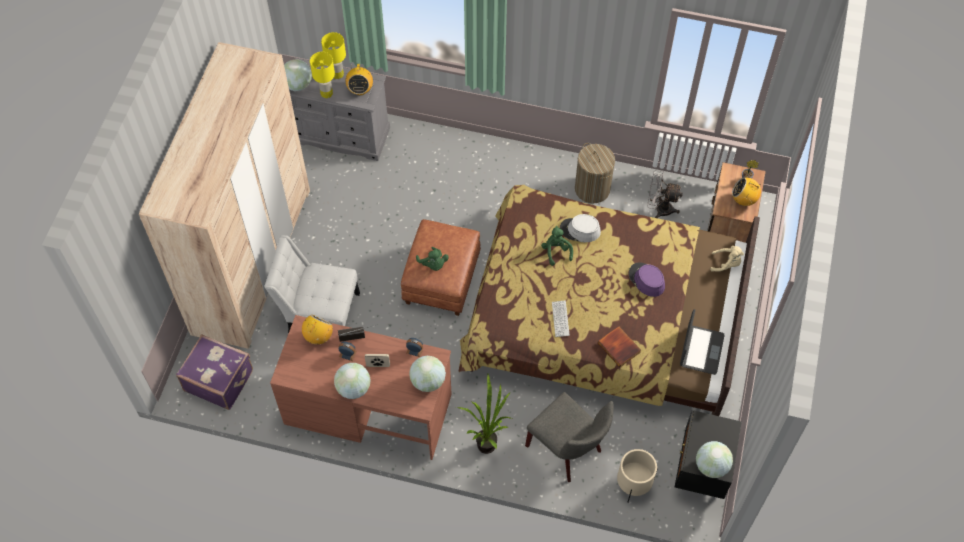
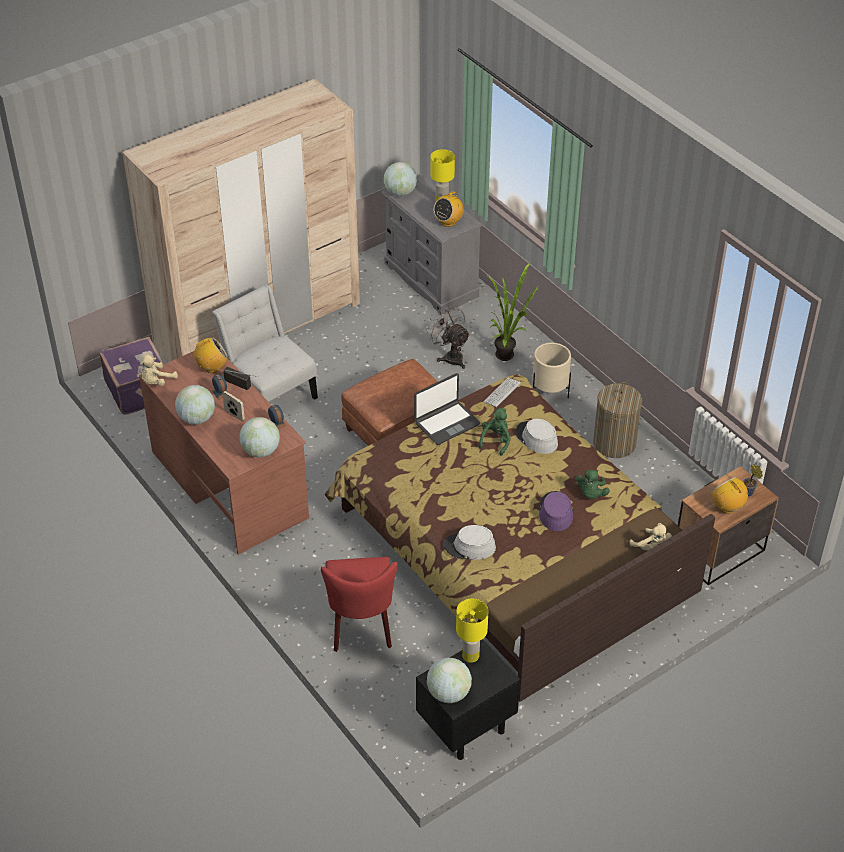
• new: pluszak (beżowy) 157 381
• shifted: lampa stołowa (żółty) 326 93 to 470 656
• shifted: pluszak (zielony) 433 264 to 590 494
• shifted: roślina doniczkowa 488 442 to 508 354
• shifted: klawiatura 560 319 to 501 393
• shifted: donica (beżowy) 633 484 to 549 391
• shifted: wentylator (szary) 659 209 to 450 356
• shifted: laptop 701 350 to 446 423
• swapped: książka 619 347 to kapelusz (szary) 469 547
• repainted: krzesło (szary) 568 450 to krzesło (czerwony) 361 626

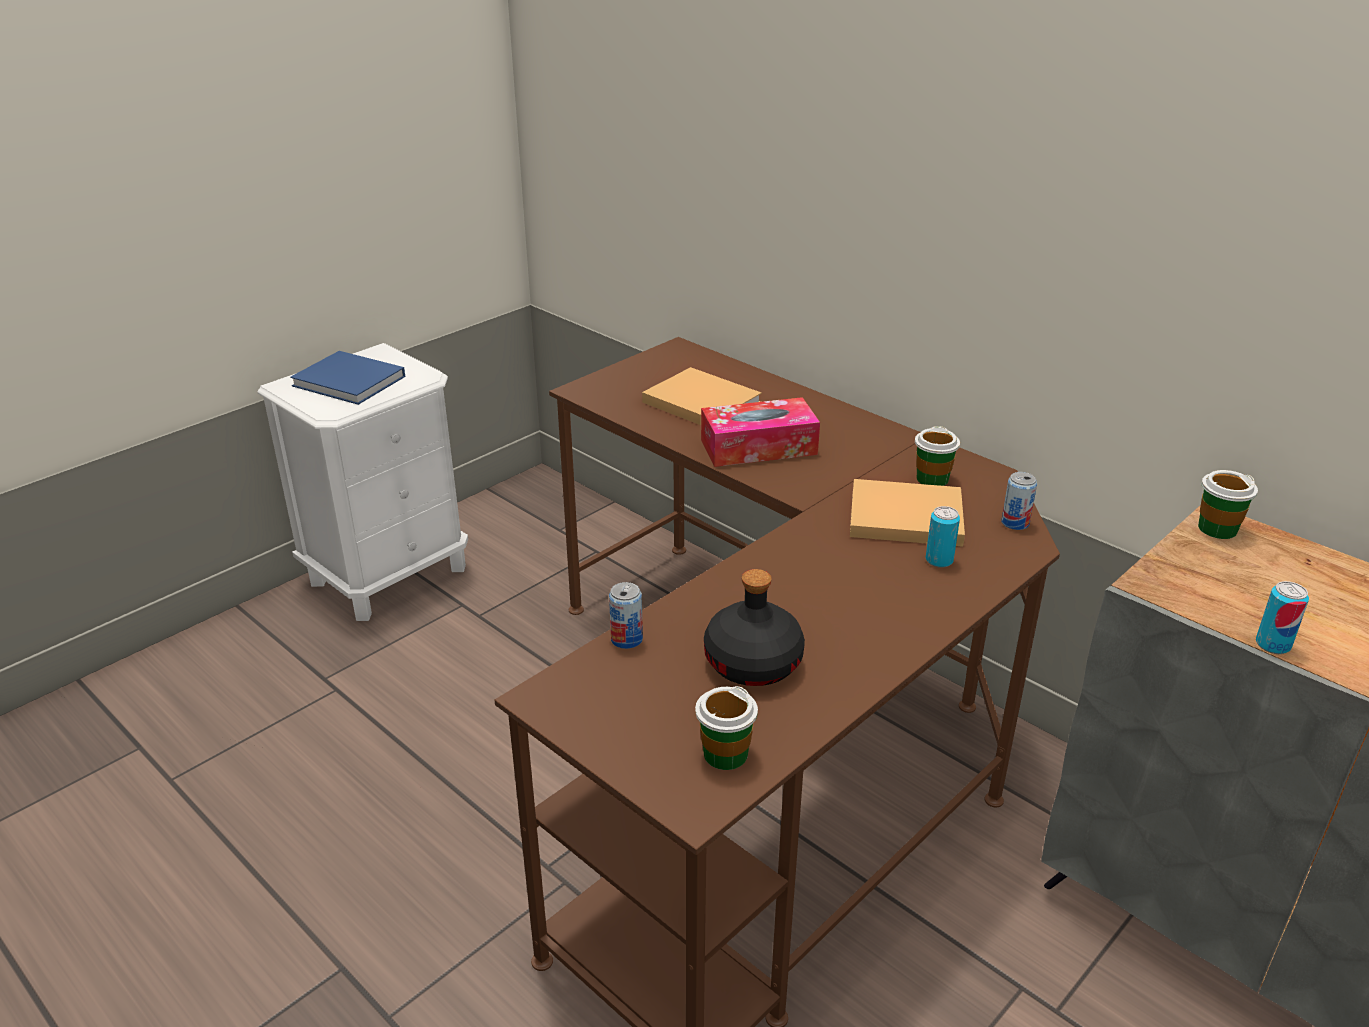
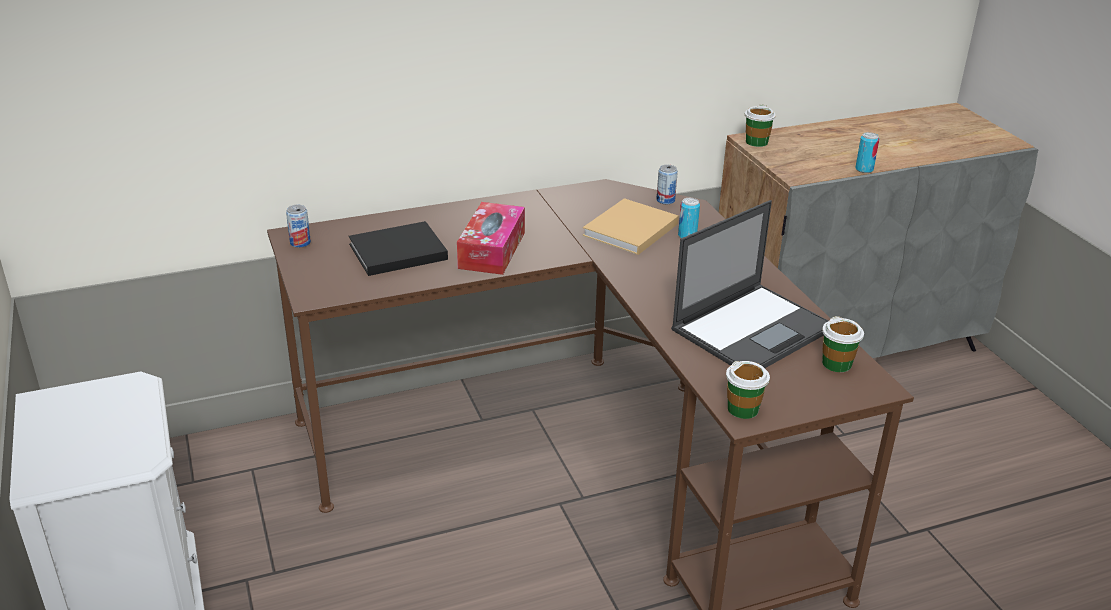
• gone: książka (niebieski) 351 382
• shifted: puszka 626 639 to 300 243
• shifted: filiżanka 932 479 to 743 409
• swapped: butelka (czarny) 754 663 to laptop 753 328
• repainted: książka (beżowy) 699 401 to książka (czarny) 395 252

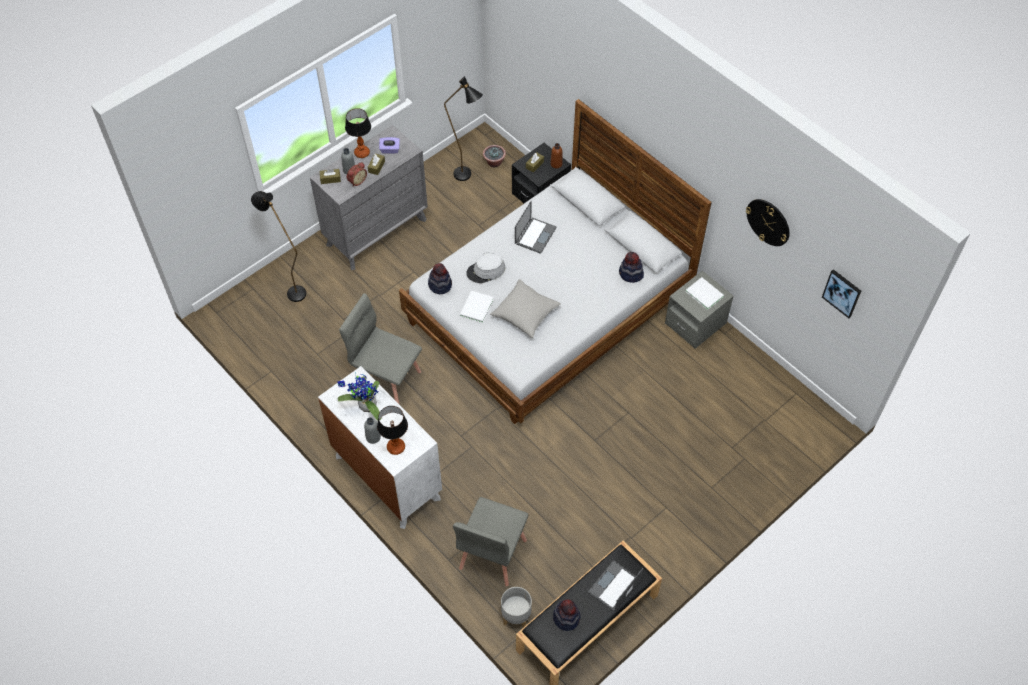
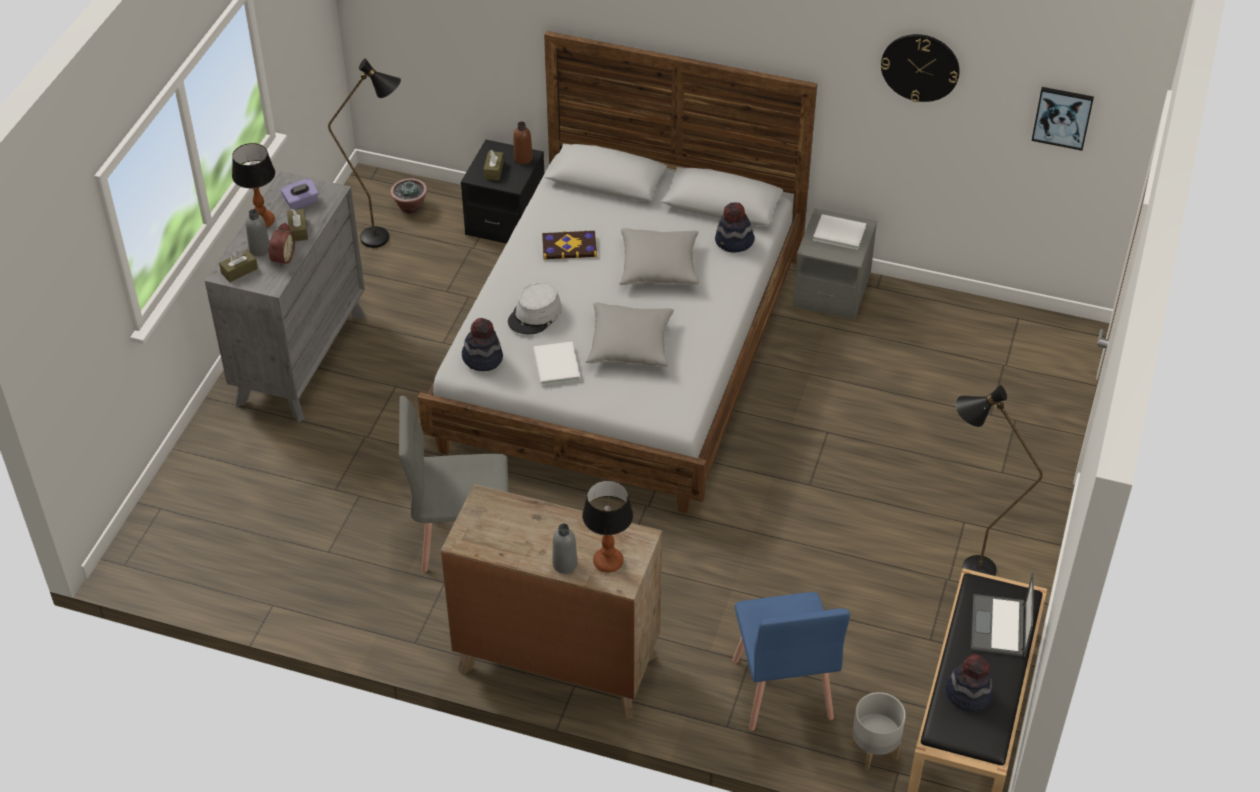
• gone: roślina doniczkowa 365 407
• new: poduszka (szary) 659 267
• shifted: lampa stojąca (czarny) 291 290 to 965 568
• swapped: laptop 535 235 to książka 569 246
• repainted: komoda (biały) 387 477 to komoda (brązowy) 557 663
• repainted: krzesło (szary) 492 554 to krzesło (niebieski) 781 690

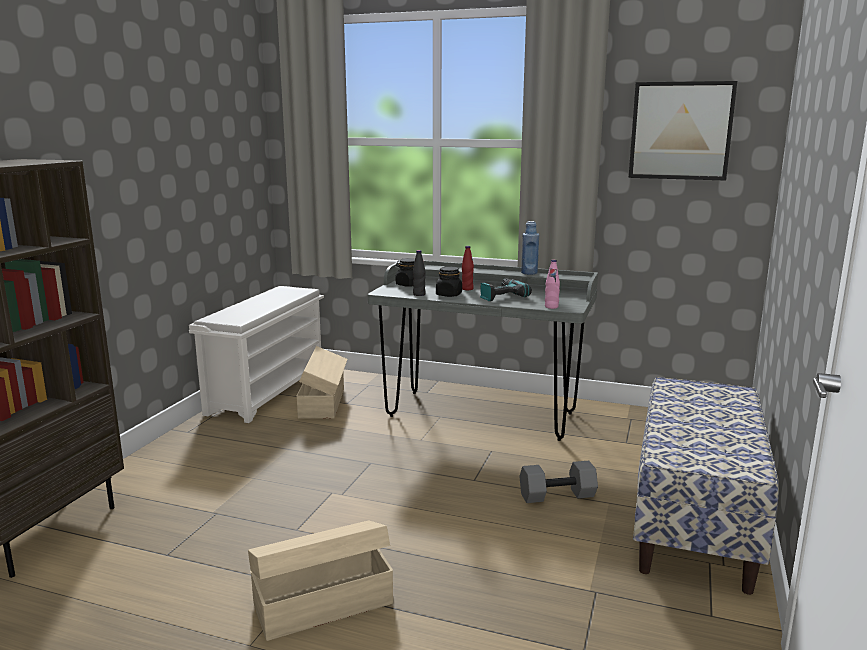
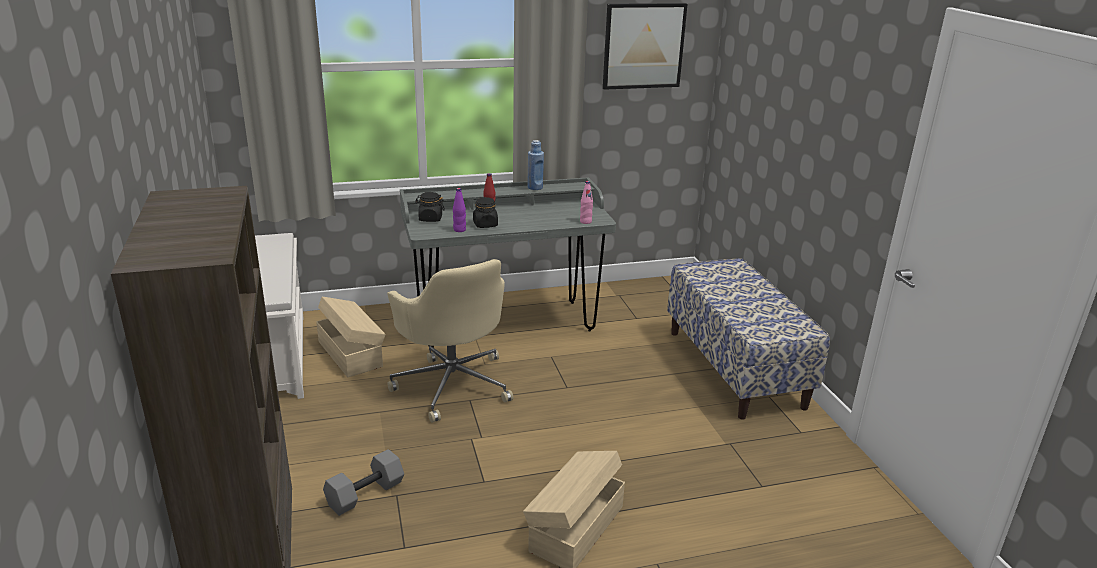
• gone: wiertarka 501 296
• new: krzesło biurowe (beżowy) 453 384
• shifted: hantel (szary) 557 495 to 365 493
• repainted: butelka (czarny) 419 294 to butelka (fioletowy) 459 230

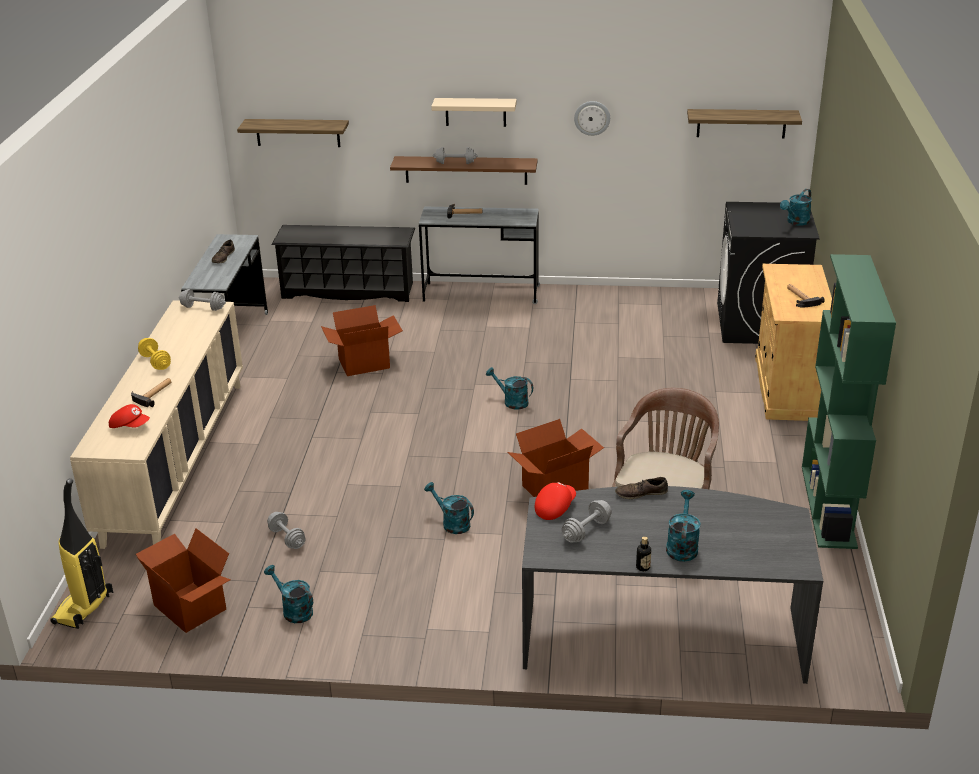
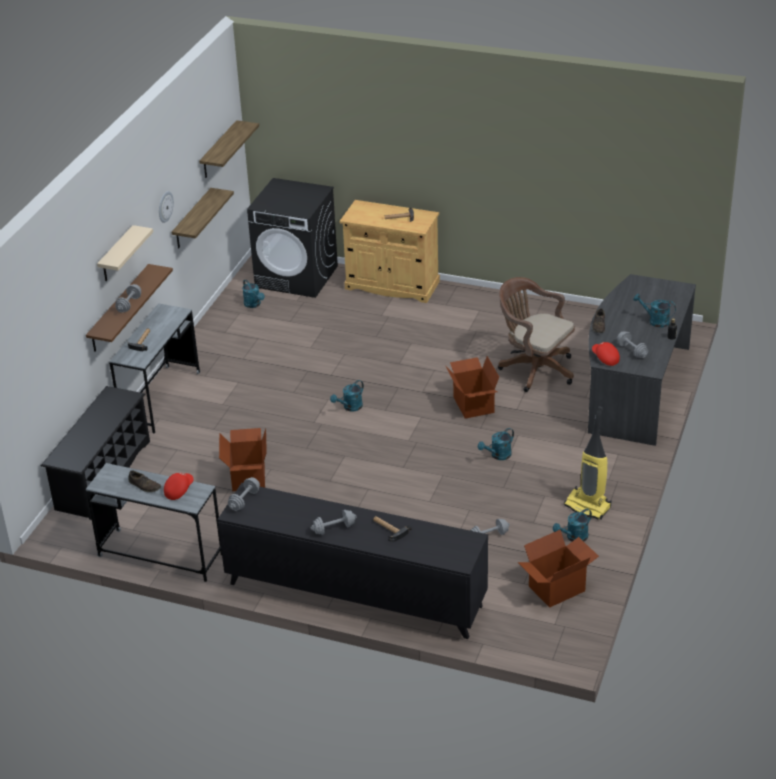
• gone: regał (zielony) 829 506
• shifted: odkurzacz 84 609 to 588 506
• shifted: czapka z daszkiem (czerwony) 130 426 to 178 490
• shifted: półka 297 132 to 192 219
• shifted: konewka (turkusowy) 796 222 to 254 304
• repainted: szafka (beżowy) 175 460 to szafka (czarny) 355 595
• repainted: hantel (żółty) 155 362 to hantel (szary) 334 528

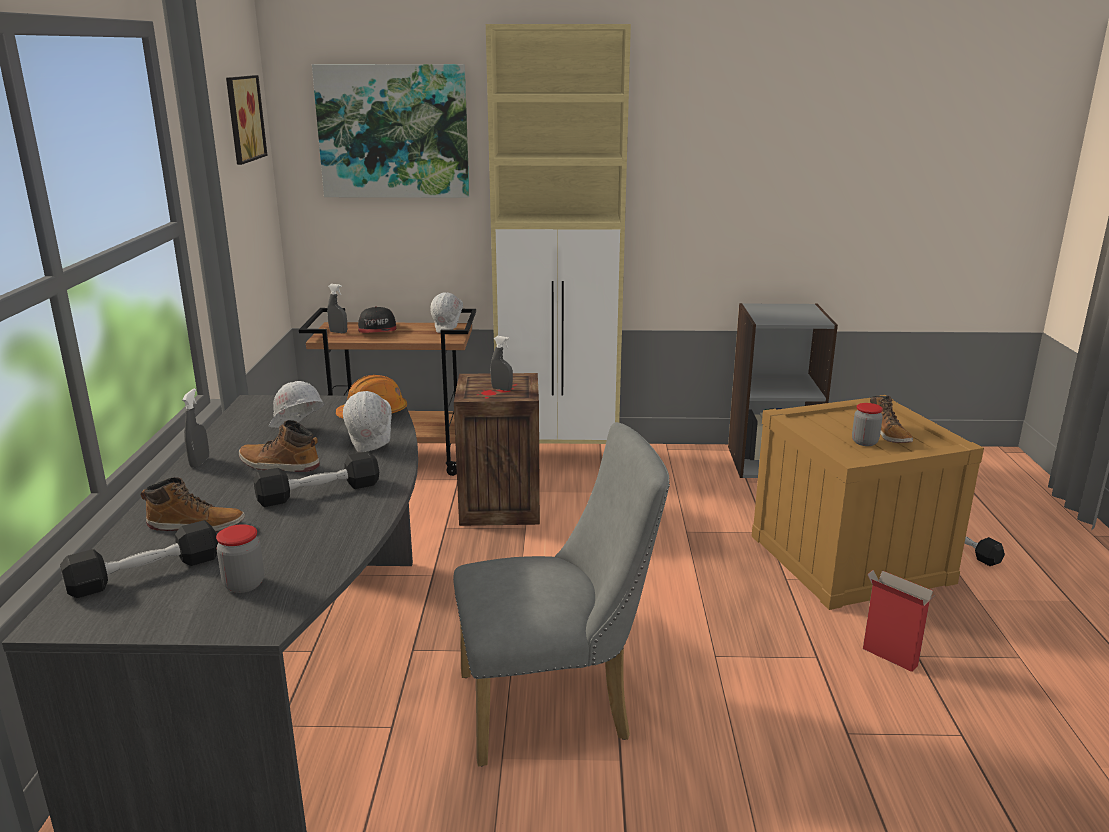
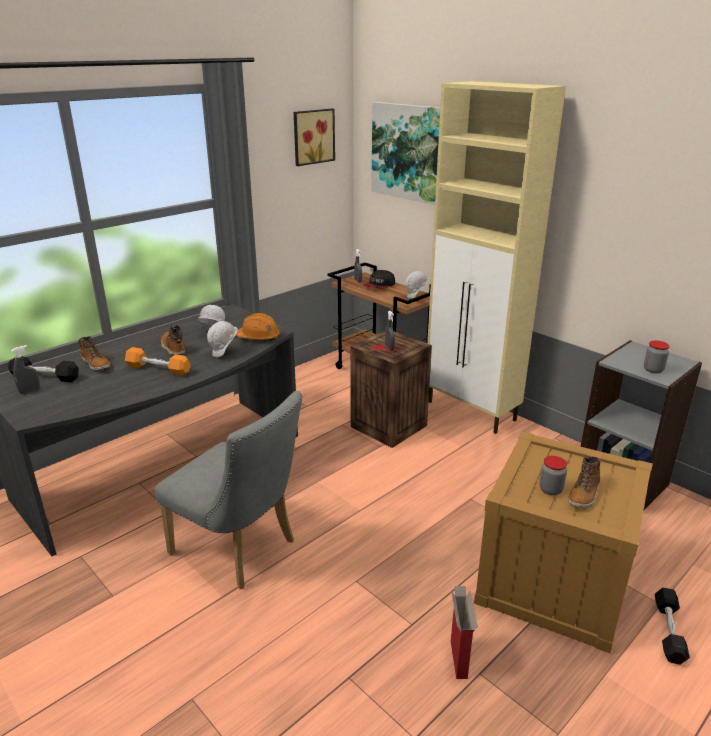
• shifted: spryskiwacz (szary) 199 463 to 30 391
• shifted: słoik 244 584 to 653 370
• repainted: hantel (czarny) 319 492 to hantel (pomarańczowy) 158 369

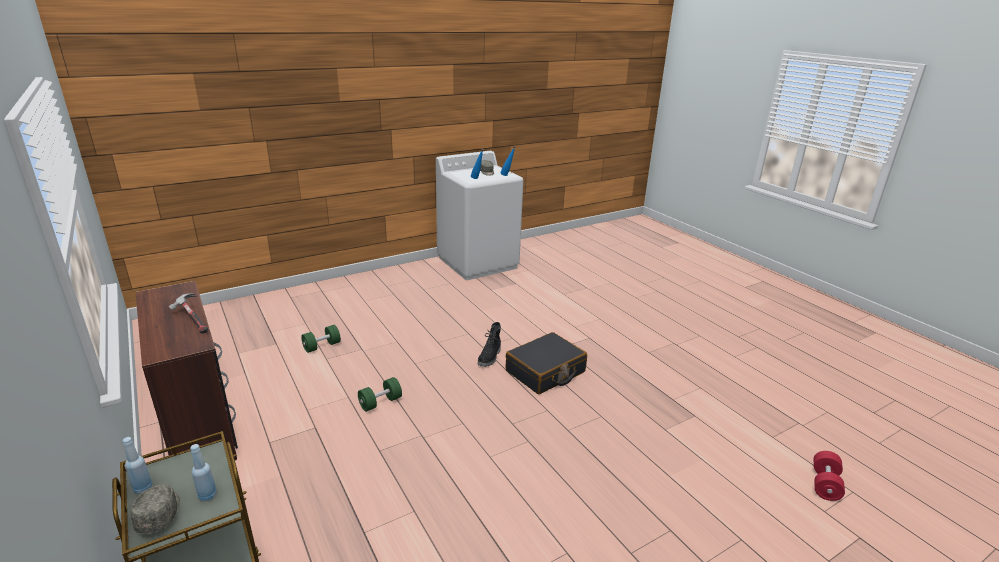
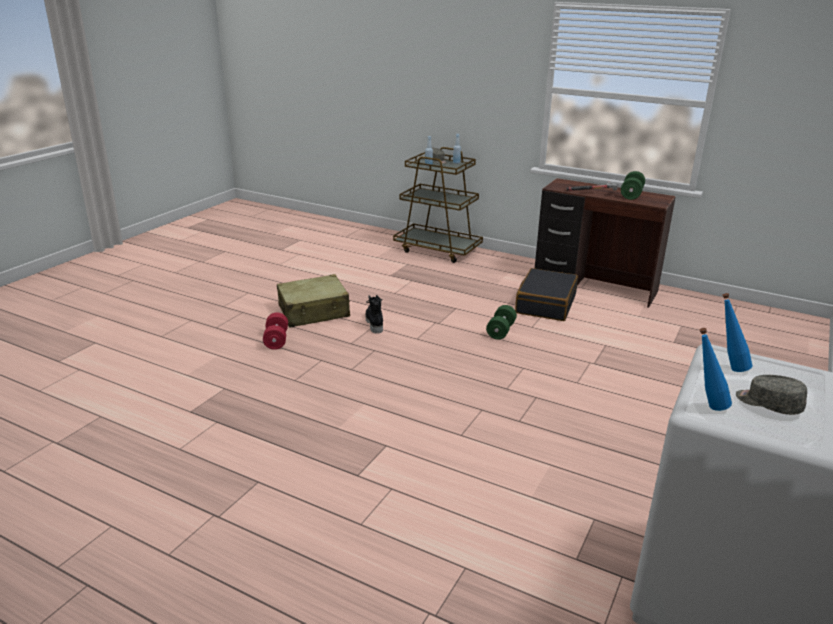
• new: walizka (beżowy) 314 312
• shifted: hantel (zielony) 322 346 to 631 195
• shifted: but z cholewką (czarny) 490 357 to 374 322
• shifted: walizka (czarny) 545 372 to 545 304
• shifted: hantel (czerwony) 825 484 to 276 340

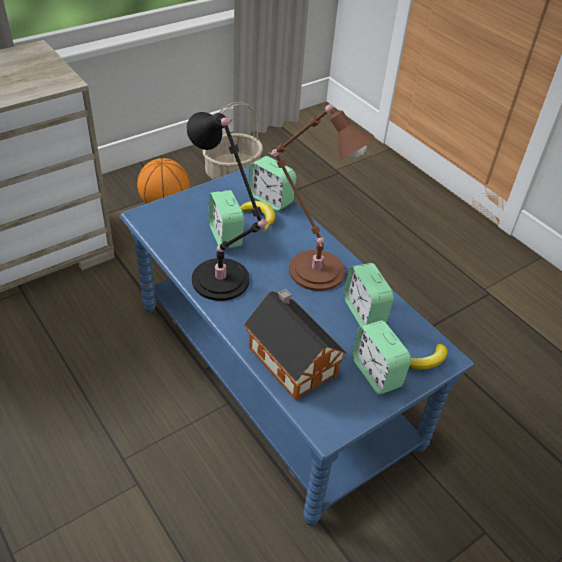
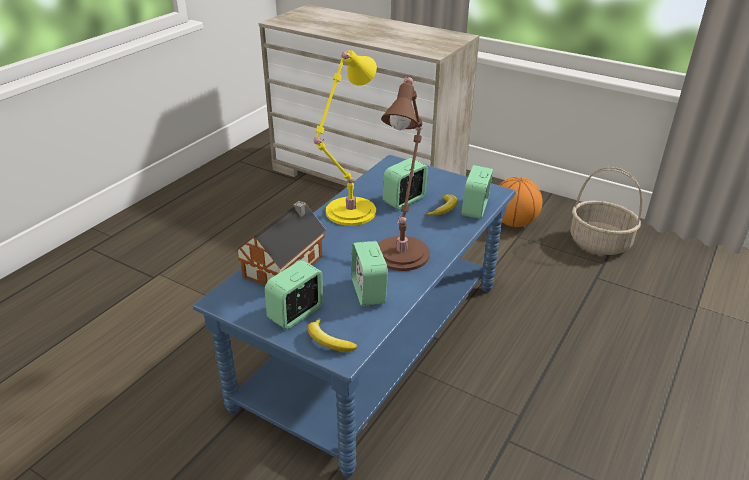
• repainted: lampa stołowa (czarny) 223 283 to lampa stołowa (żółty) 348 214
• rotated: budzik 364 312 = 368 292 60 degrees counterclockwise

